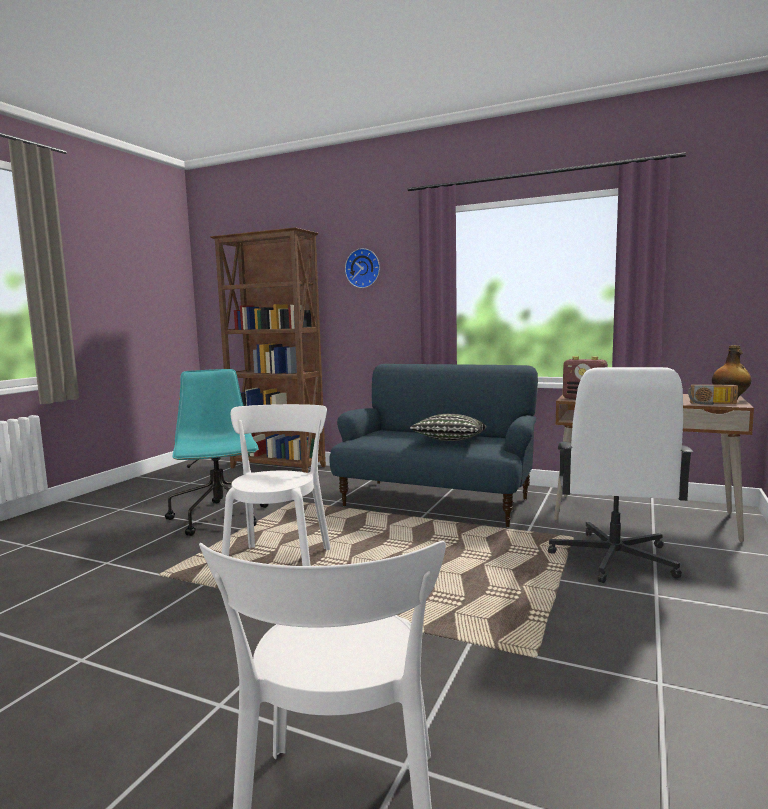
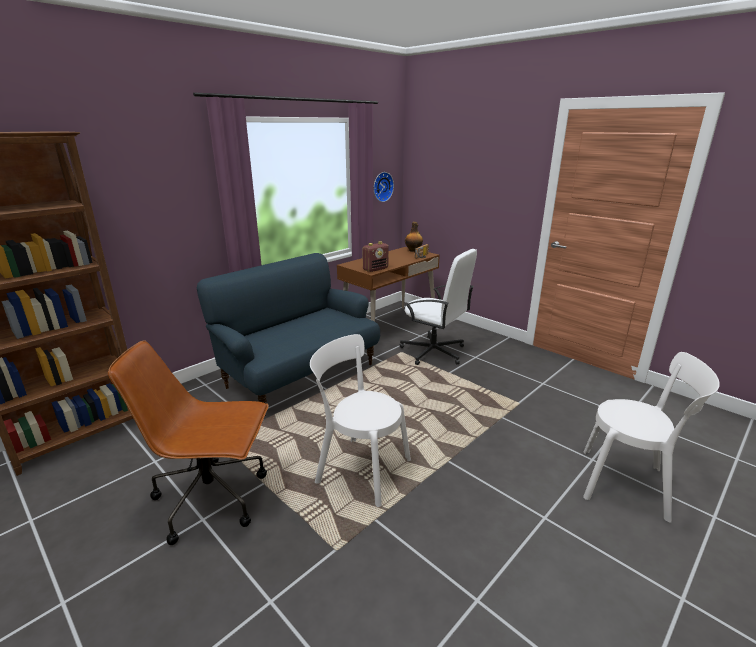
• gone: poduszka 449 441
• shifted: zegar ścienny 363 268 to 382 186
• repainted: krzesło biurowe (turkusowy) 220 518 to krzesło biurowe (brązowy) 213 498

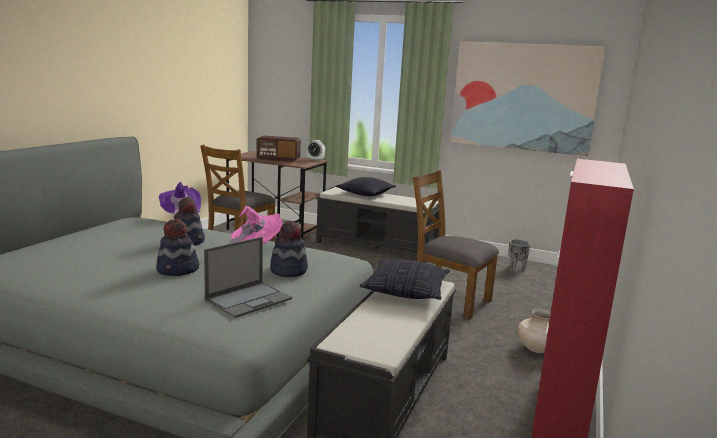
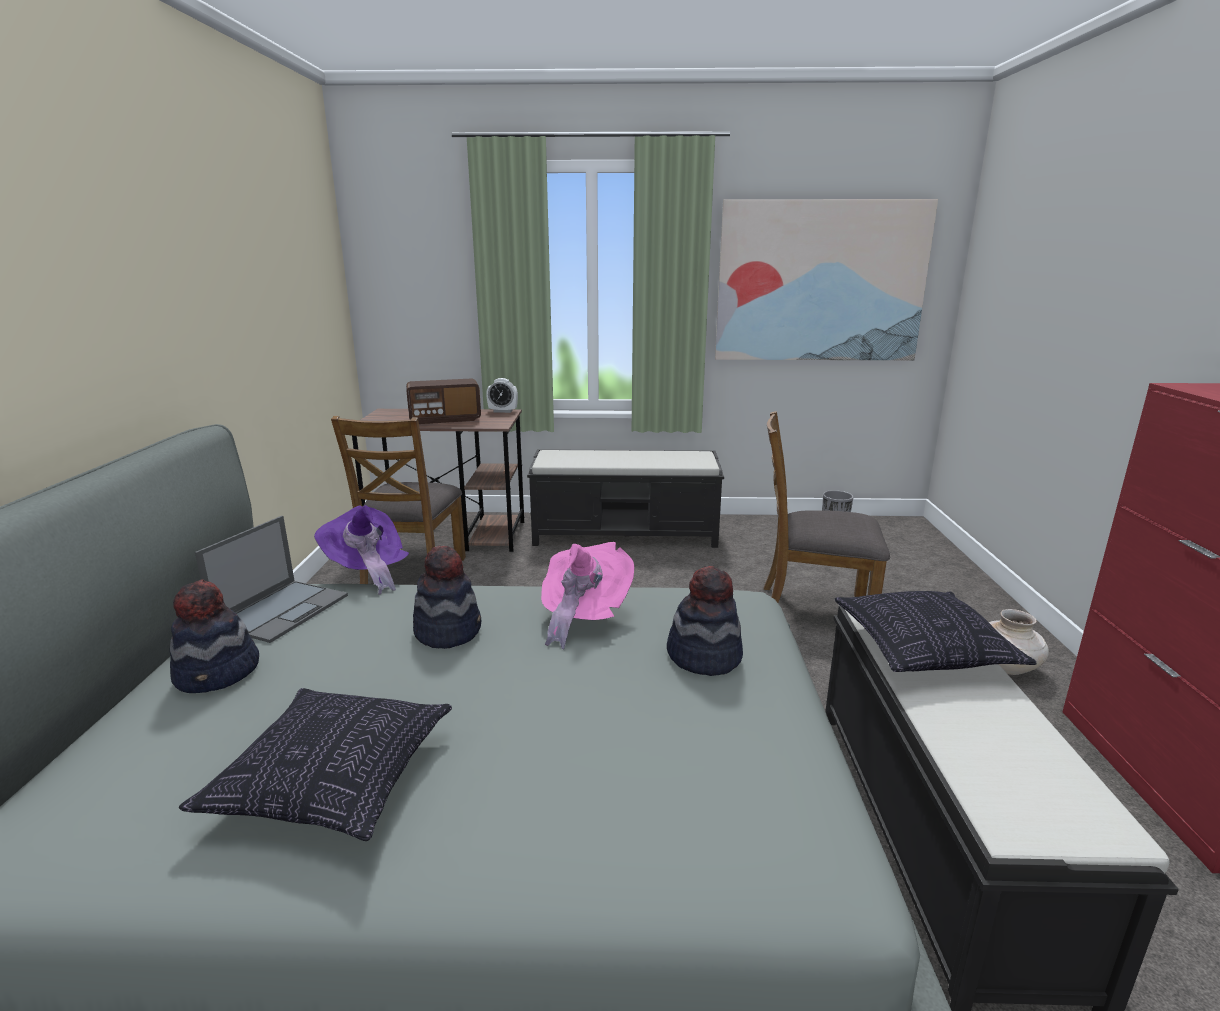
• shifted: kapelusz 178 270 to 218 673
• shifted: laptop 249 299 to 283 610
• shifted: poduszka 365 194 to 334 781

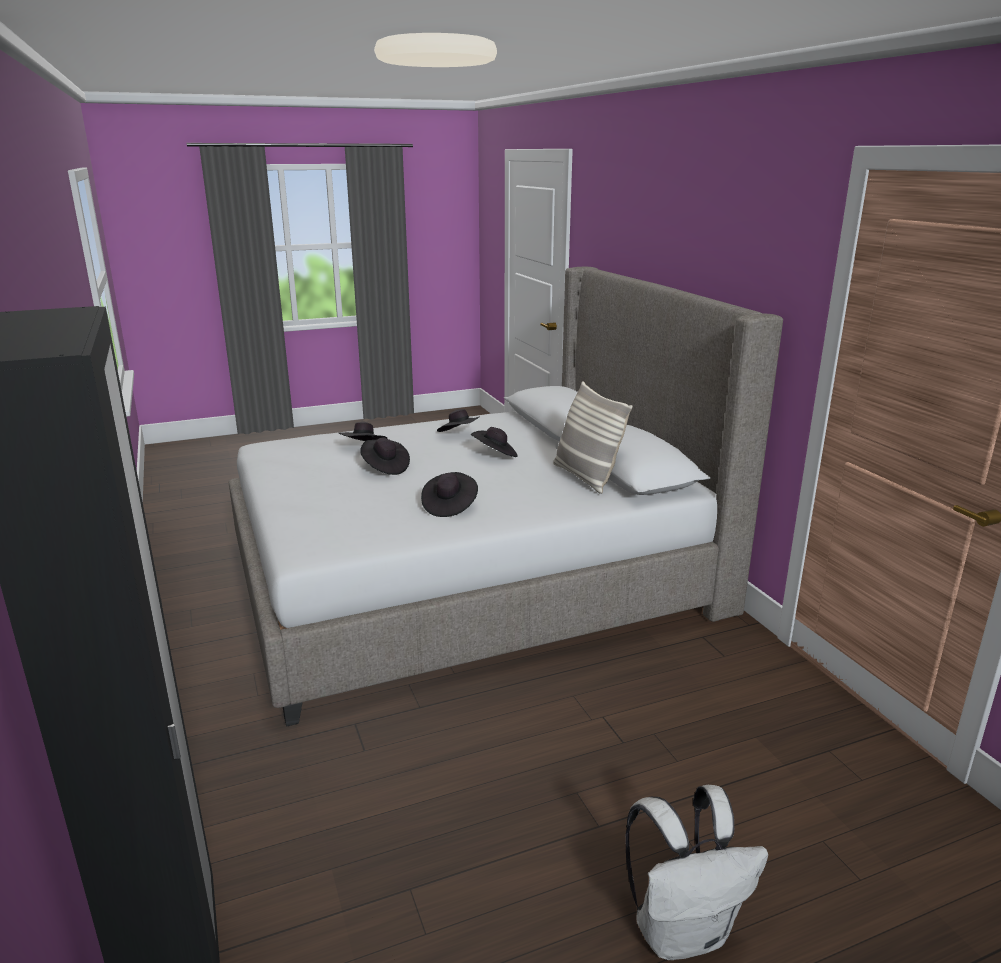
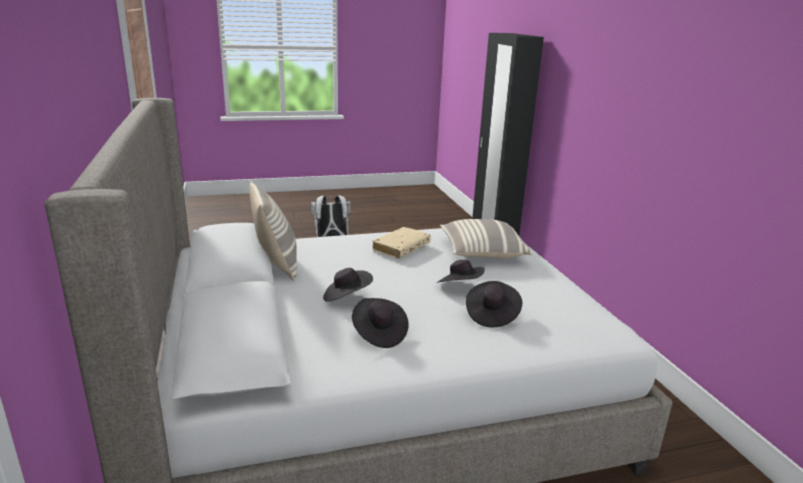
• new: poduszka 482 252
• swapped: kapelusz (czarny) 449 506 to książka (beżowy) 401 248

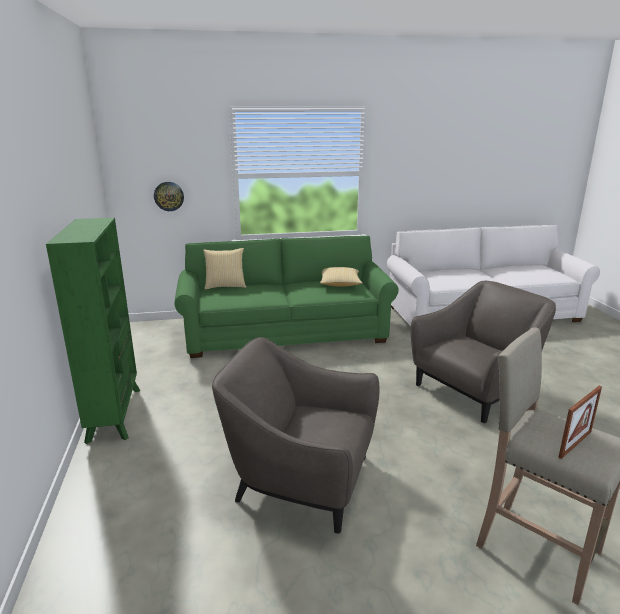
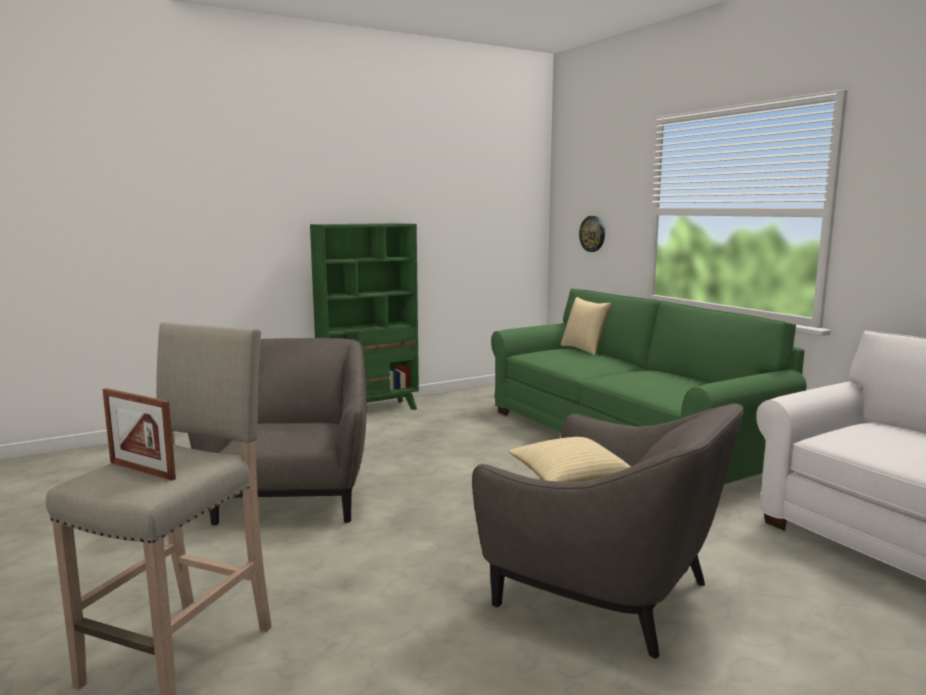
• shifted: poduszka 340 284 to 569 480

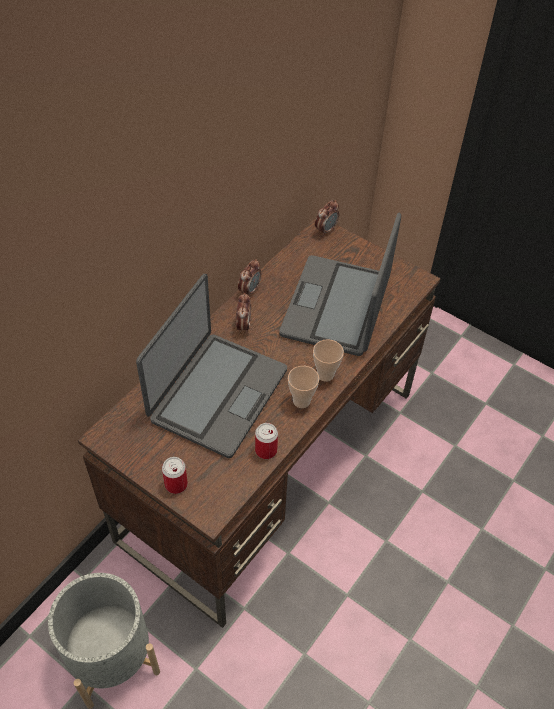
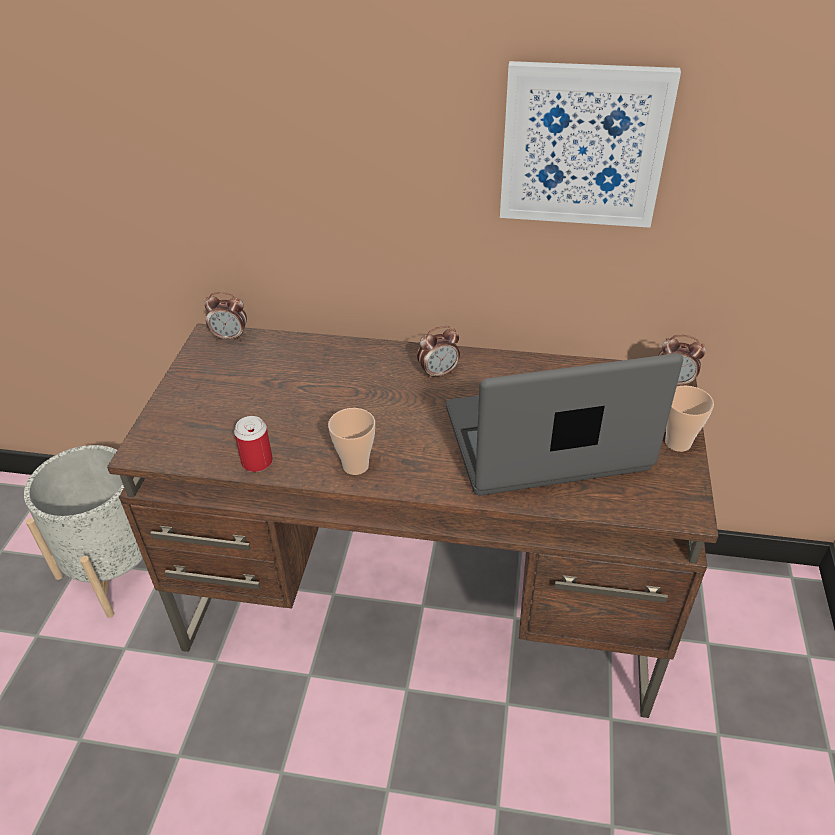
• gone: laptop 217 394
• gone: puszka 176 484
• new: obraz 583 145
• shifted: budzik 249 290 to 230 337
• shifted: filiżanka 325 374 to 678 443

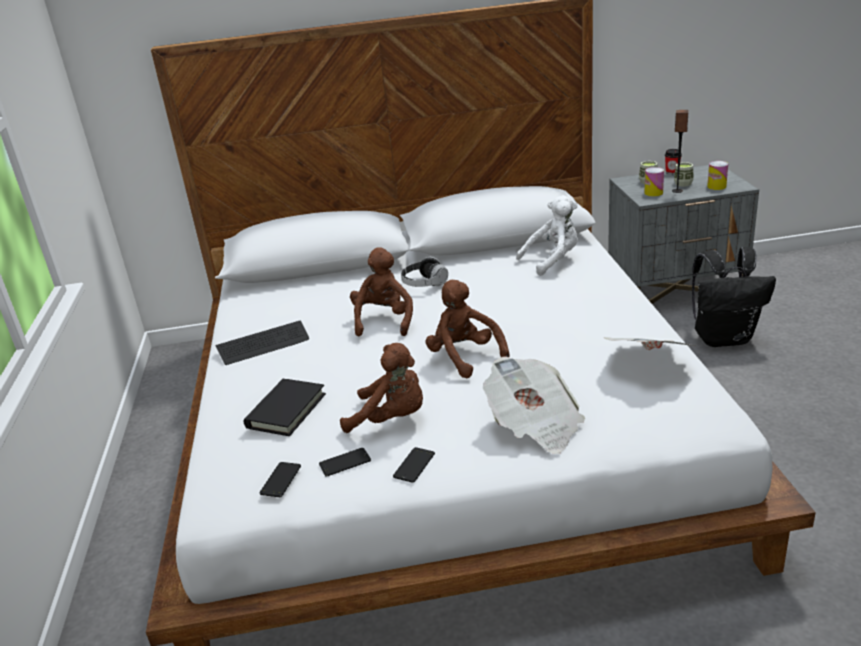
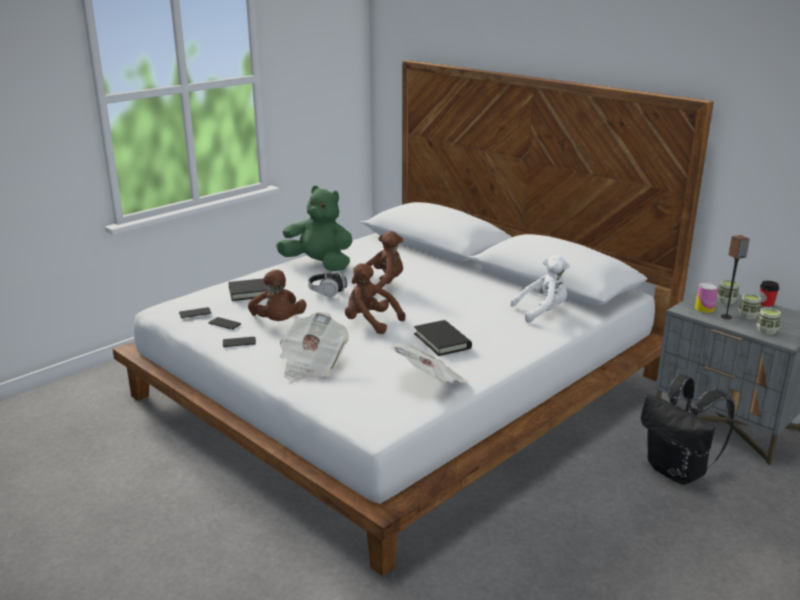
• new: książka (czarny) 442 341
• shifted: słuchawki 424 284 to 327 291
• swapped: klawiatura 263 344 to pluszak (zielony) 319 265
• swapped: puszka 716 186 to filiżanka 766 331
• rotated: pluszak (brązowy) 464 357 = 370 323 75 degrees counterclockwise
• rotated: pluszak (biały) 553 260 = 542 311 45 degrees counterclockwise

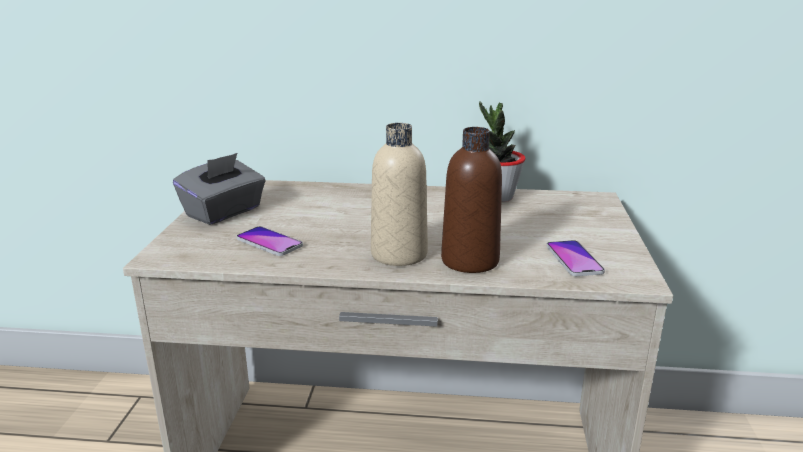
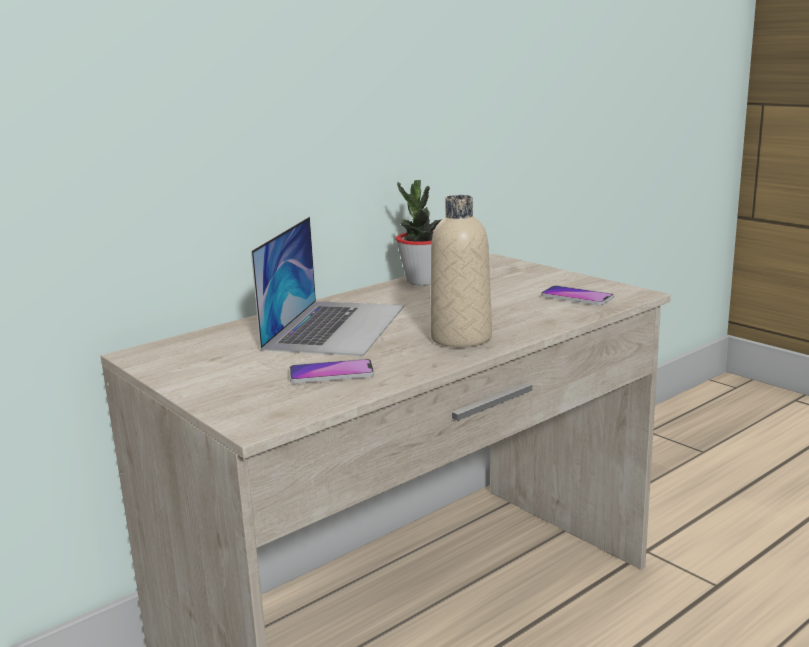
• gone: pudełko chusteczek (szary) 224 212
• gone: butelka (brązowy) 470 261
• new: laptop 336 326

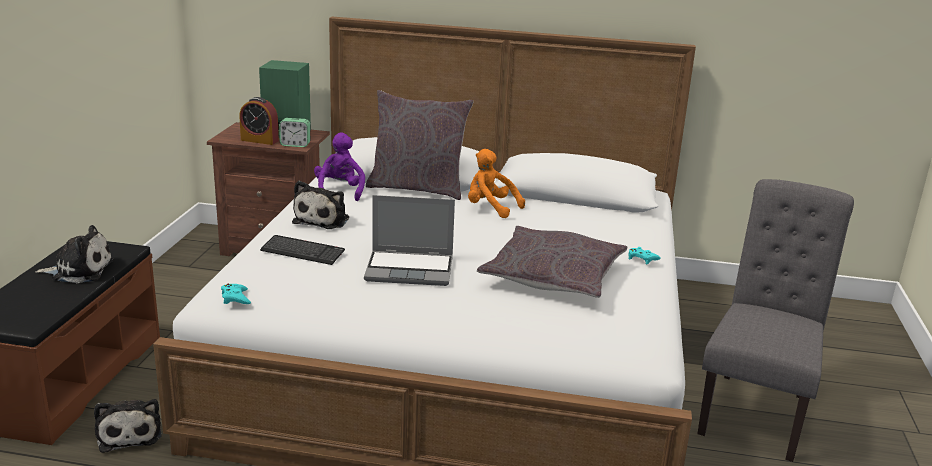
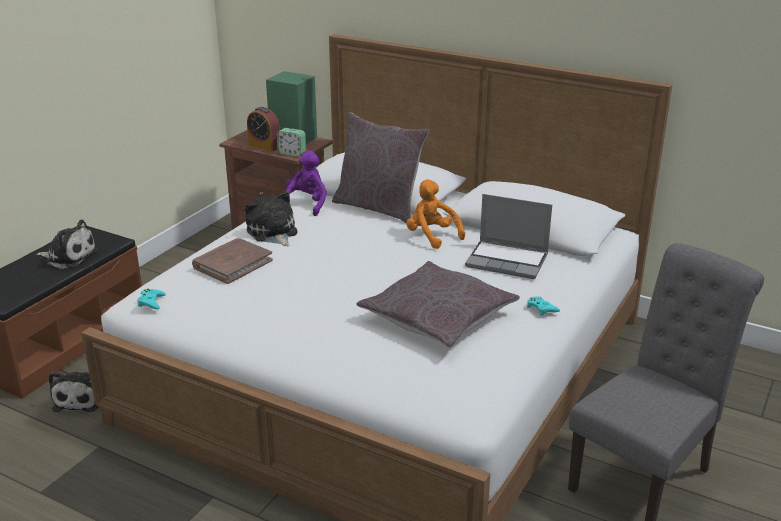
• shifted: laptop 411 269 to 508 261
• swapped: klawiatura 302 252 to książka (brązowy) 232 264
• rotated: pluszak 323 220 = 273 233 120 degrees clockwise

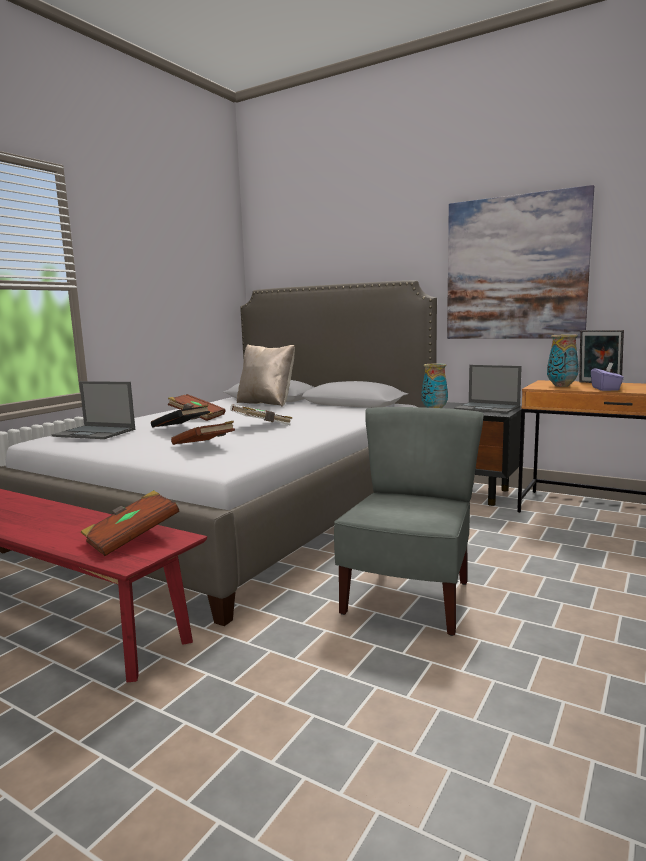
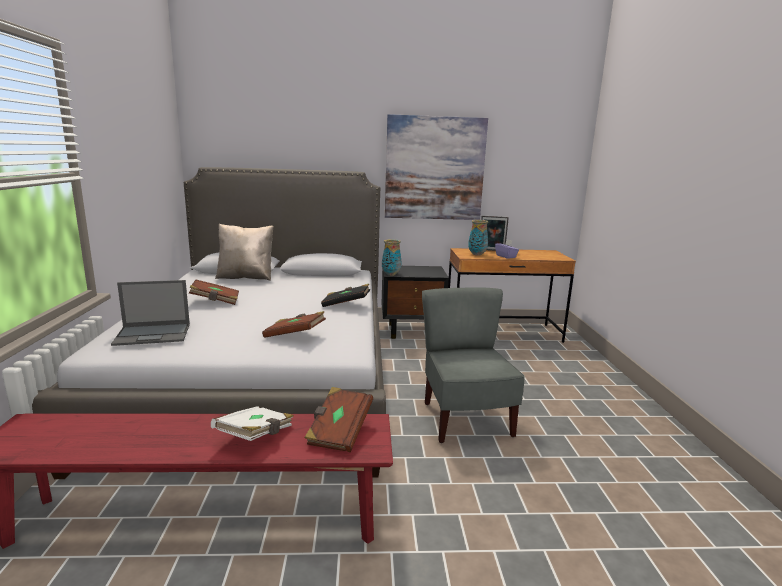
• gone: laptop 488 408
• shifted: książka (czarny) 182 428 to 346 304
• shifted: książka (biały) 262 426 to 256 436

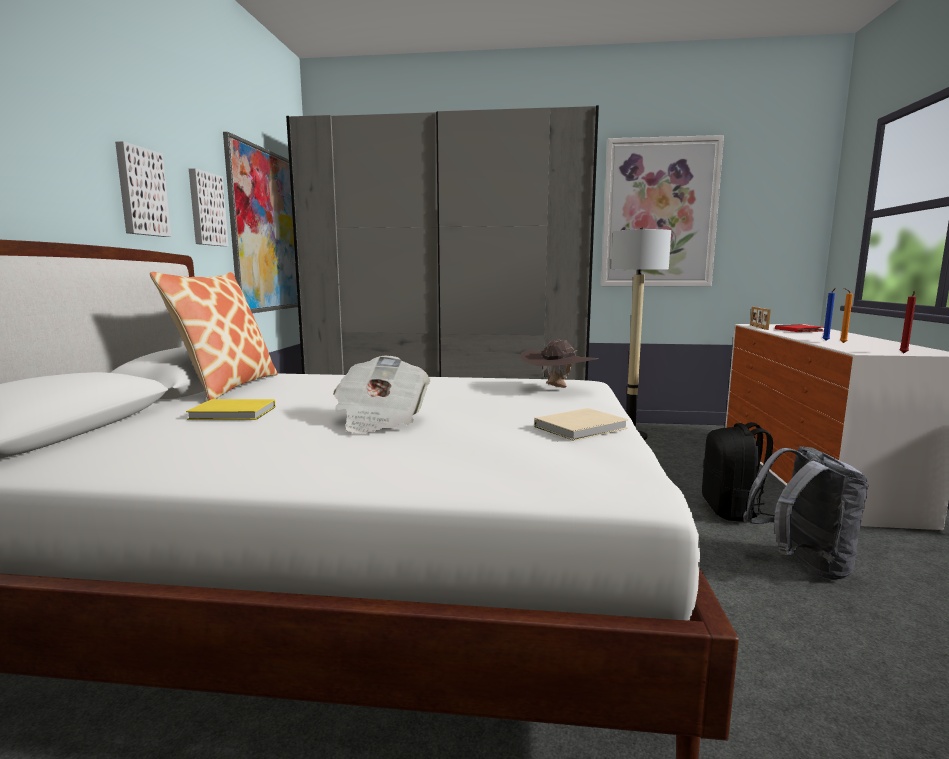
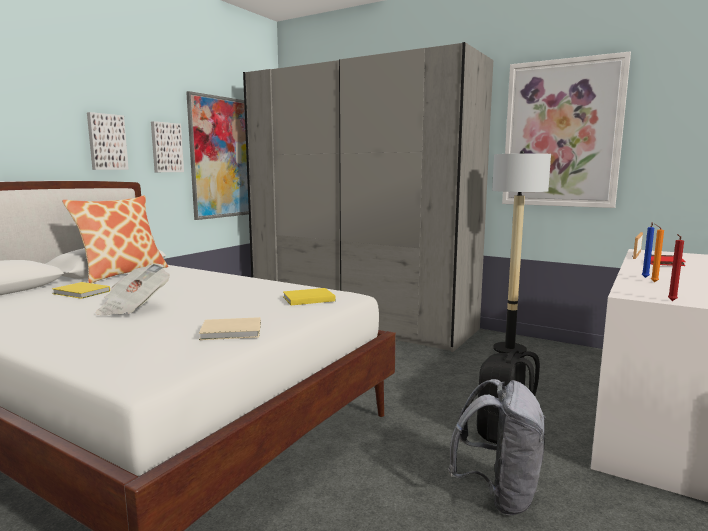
• swapped: kapelusz (brązowy) 557 389 to książka (żółty) 307 299

